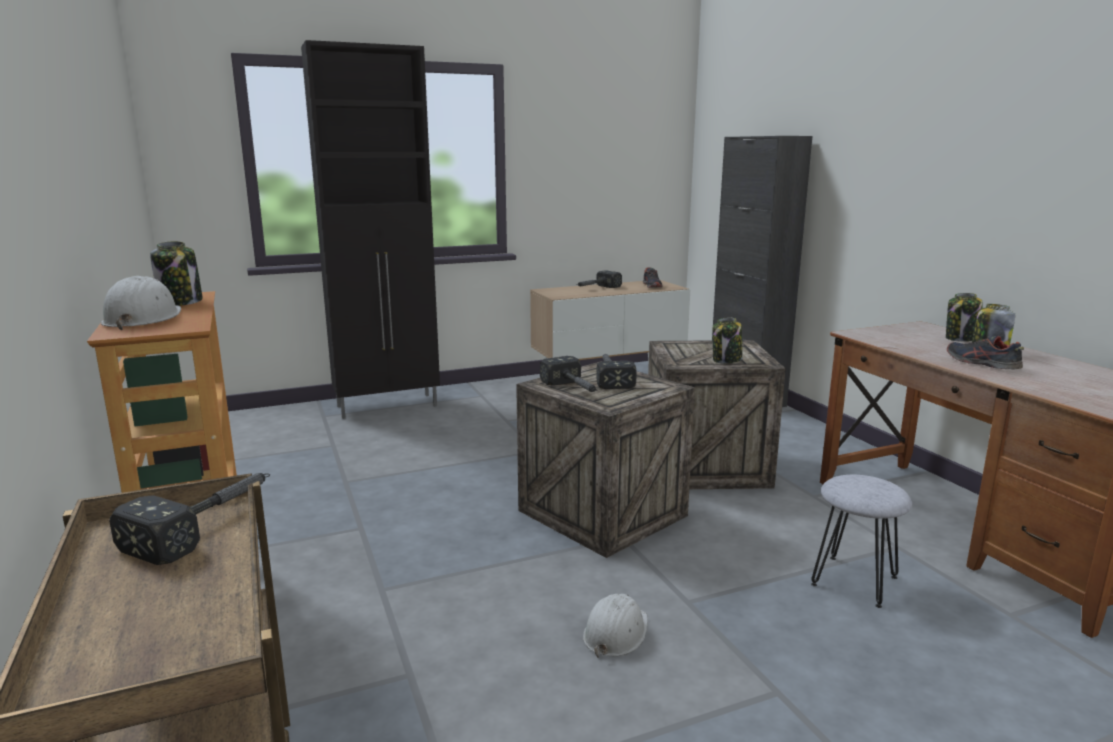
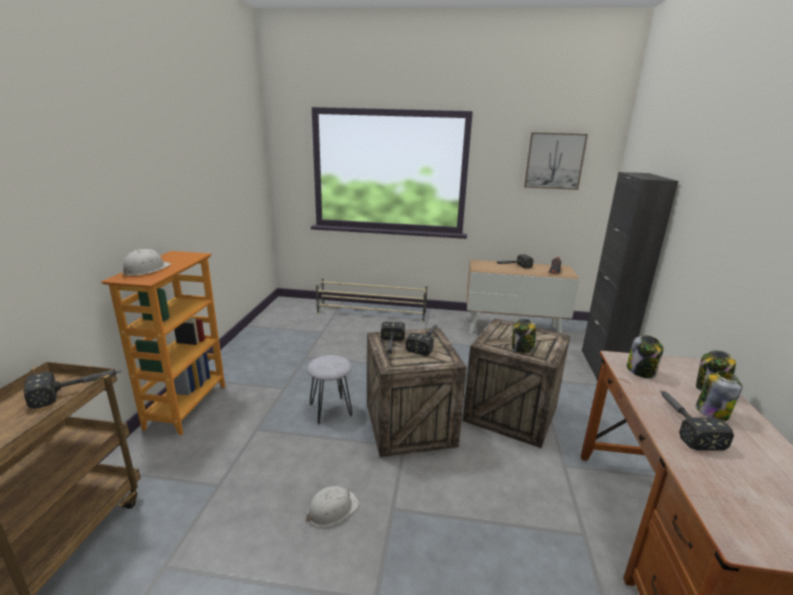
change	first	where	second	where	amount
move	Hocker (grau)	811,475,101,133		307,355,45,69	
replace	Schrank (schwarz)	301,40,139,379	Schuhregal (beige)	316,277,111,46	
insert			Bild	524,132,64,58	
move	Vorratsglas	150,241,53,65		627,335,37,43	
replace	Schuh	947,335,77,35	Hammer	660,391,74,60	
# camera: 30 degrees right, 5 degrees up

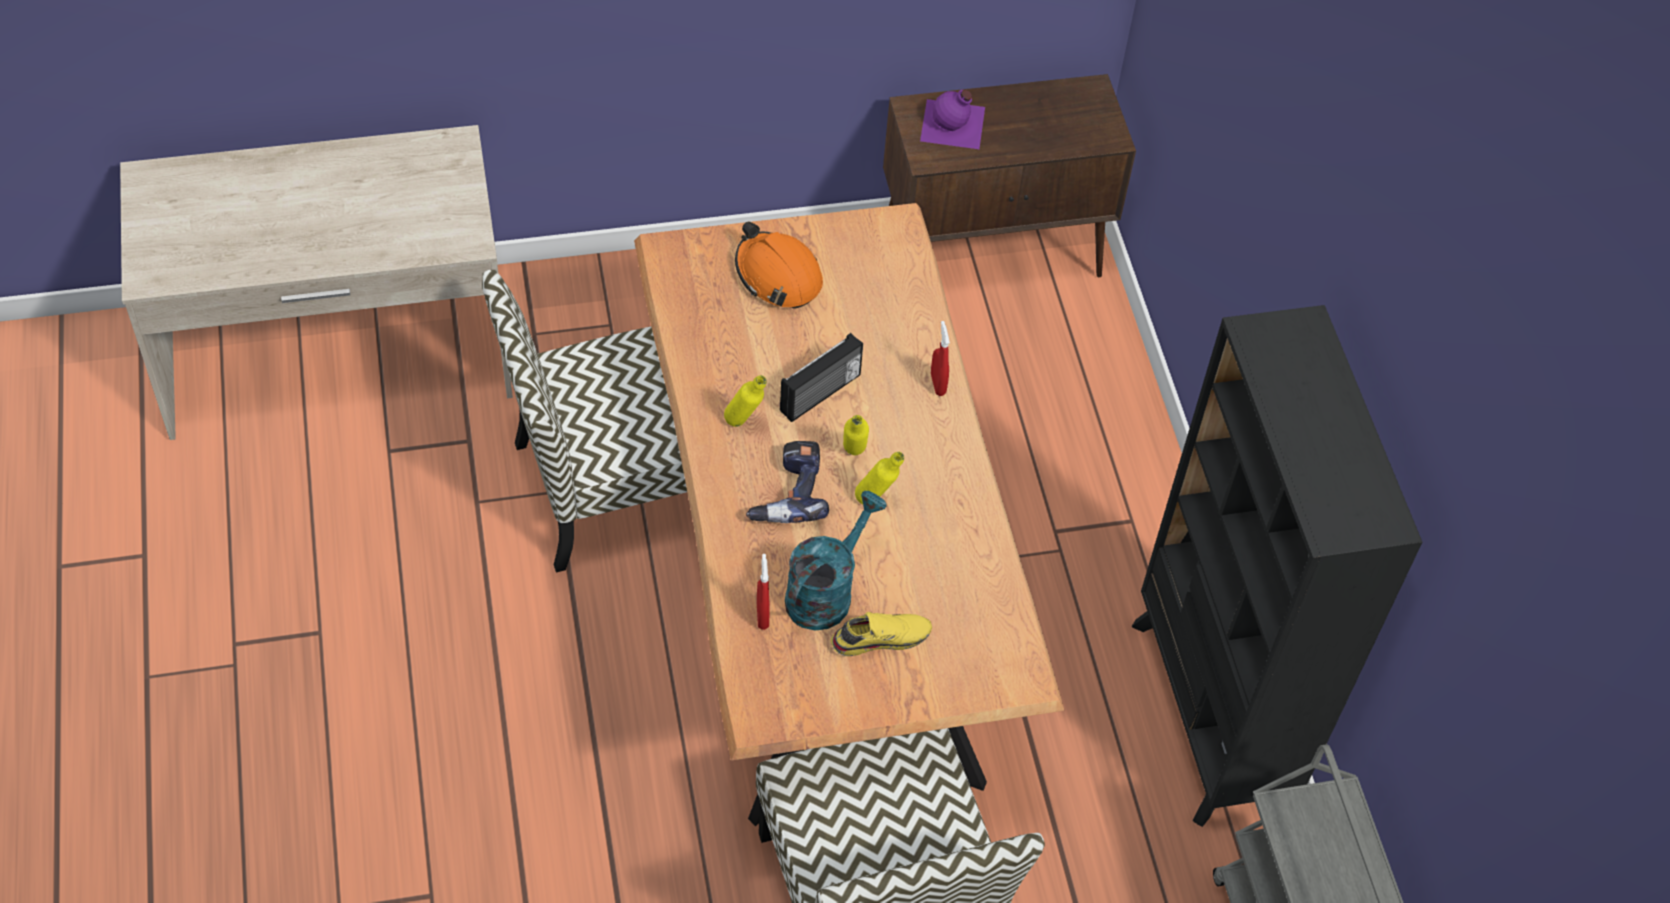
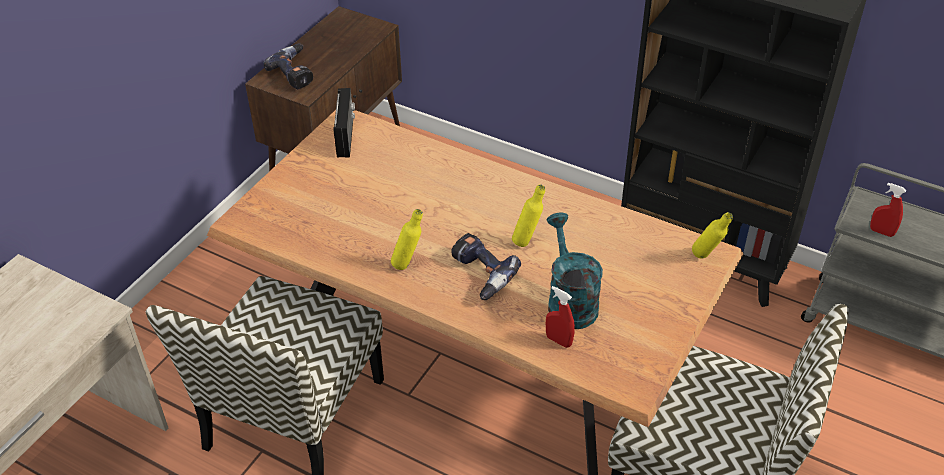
change	first	where	second	where	amount
replace	Flasche (lila)	920,90,65,59	Bohrmaschine	263,43,50,46	
move	Radio	780,333,83,89		333,88,22,70	
move	Flasche (gelb)	843,415,26,40		692,212,41,47	
move	Sprühflasche (rot)	931,321,19,75		870,183,37,54	
delete	Schutzhelm (orange)	735,222,88,87			
delete	Schuh (gelb)	831,612,101,44			
# camera: 45 degrees left, 10 degrees down

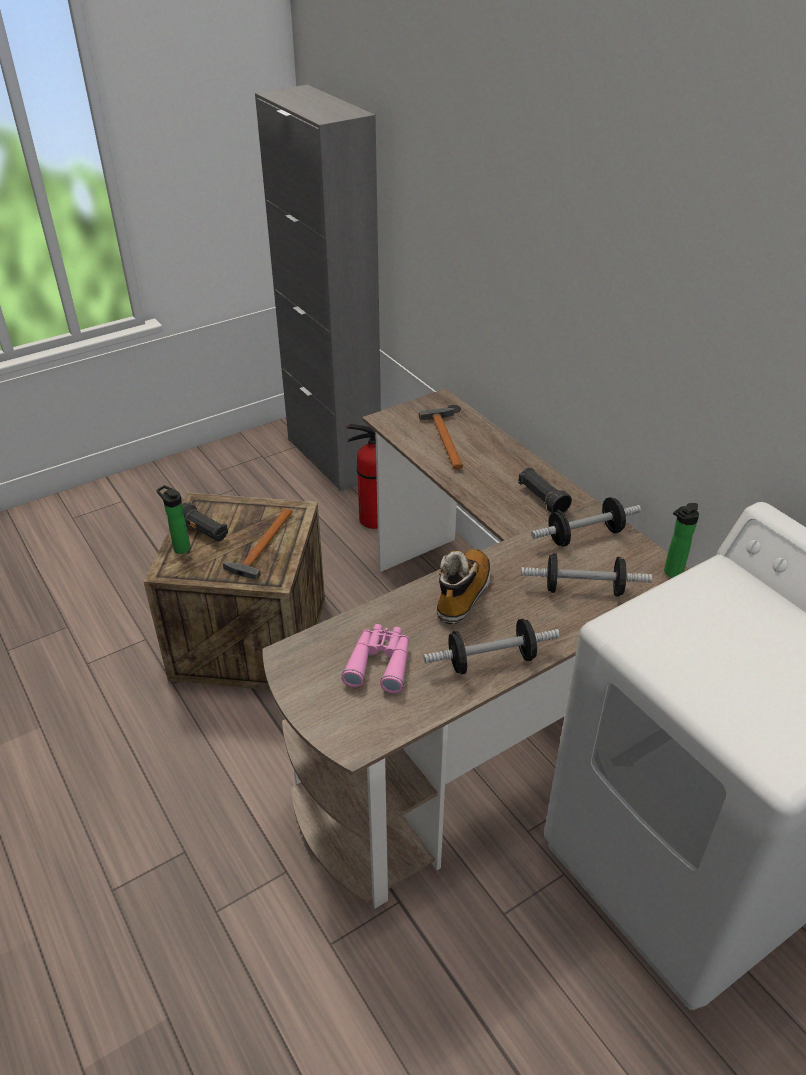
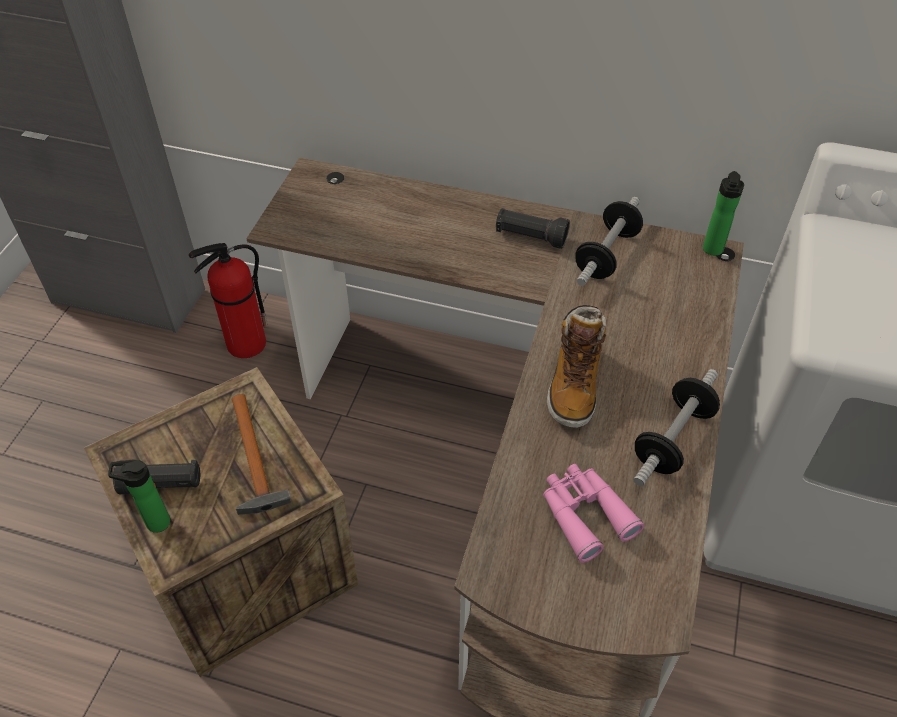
change	first	where	second	where	amount
rotate	Stiefel	437,549,54,75		547,305,59,123	150 degrees counterclockwise
delete	Hammer	419,408,44,61			
delete	Hantel	521,553,131,43			
# camera: 40 degrees left, 10 degrees up

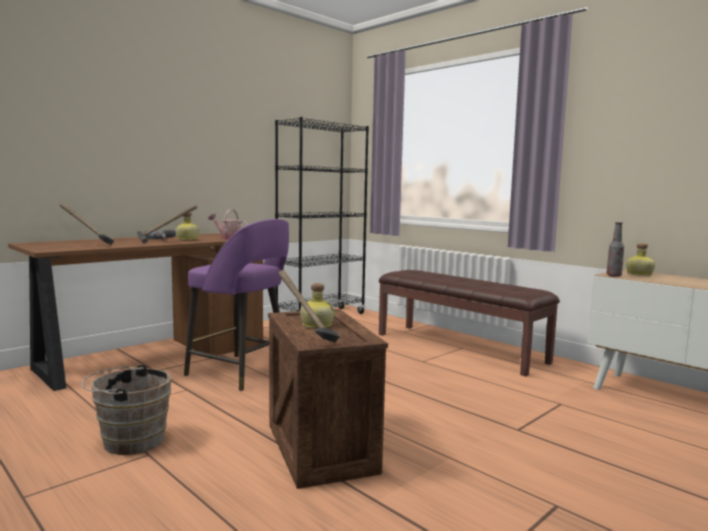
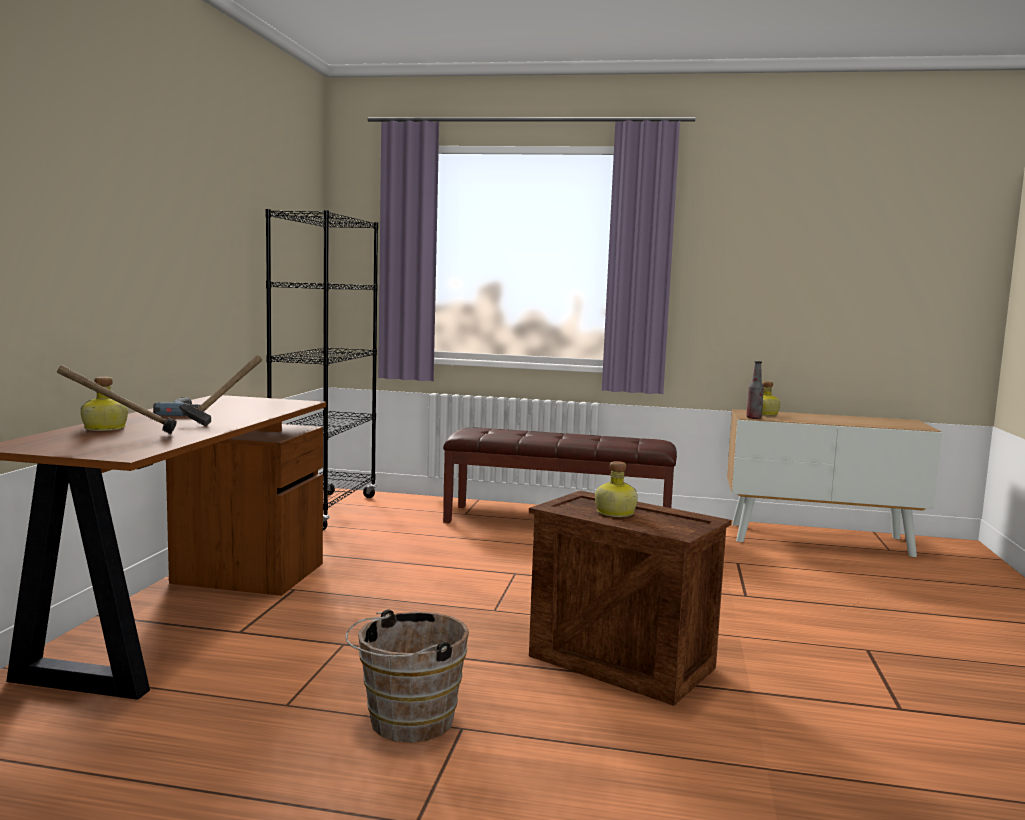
change	first	where	second	where	amount
move	Flasche	176,212,23,28		80,377,48,54	
delete	Hocker (lila)	184,219,105,172			
delete	Gießkanne	208,209,40,31			
delete	Hammer	278,270,62,72			
# camera: 35 degrees left, 0 degrees up

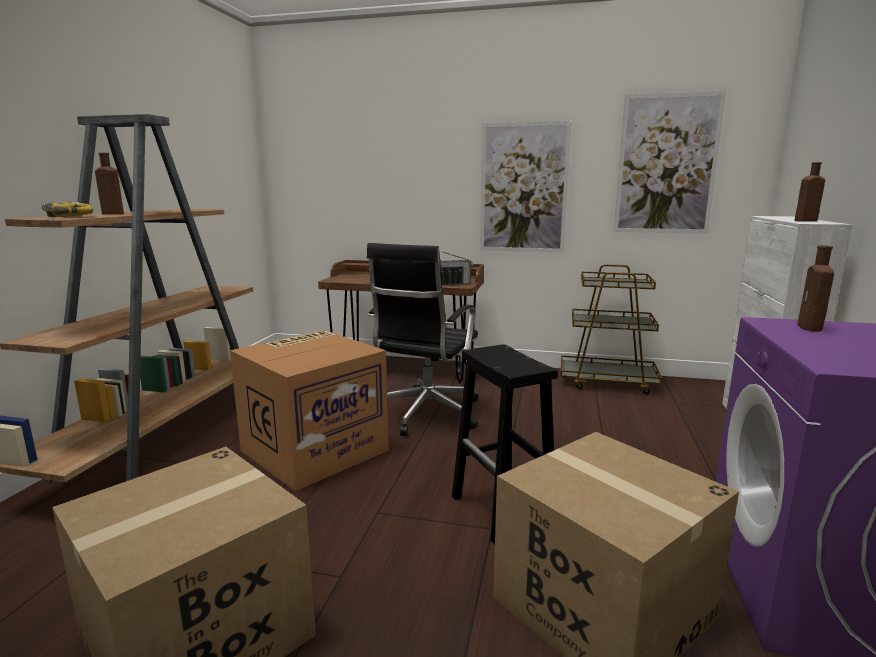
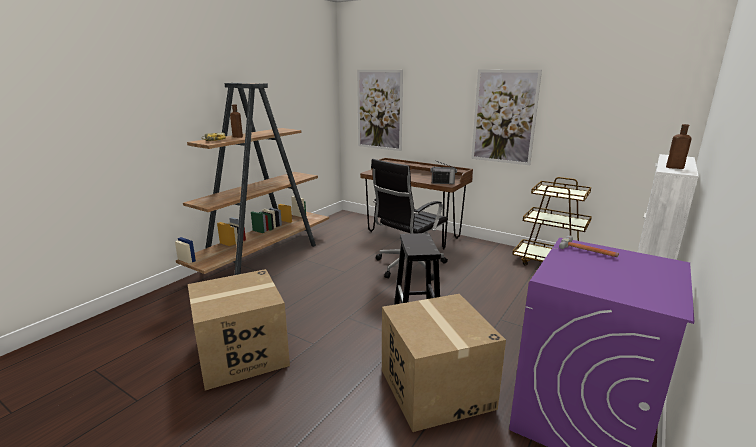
change	first	where	second	where	amount
move	Bild	614,91,112,143		357,70,46,81	
replace	Flasche (braun)	797,245,37,87	Hammer	559,235,60,22	
delete	Karton	230,330,159,161			
# camera: 20 degrees right, 5 degrees up

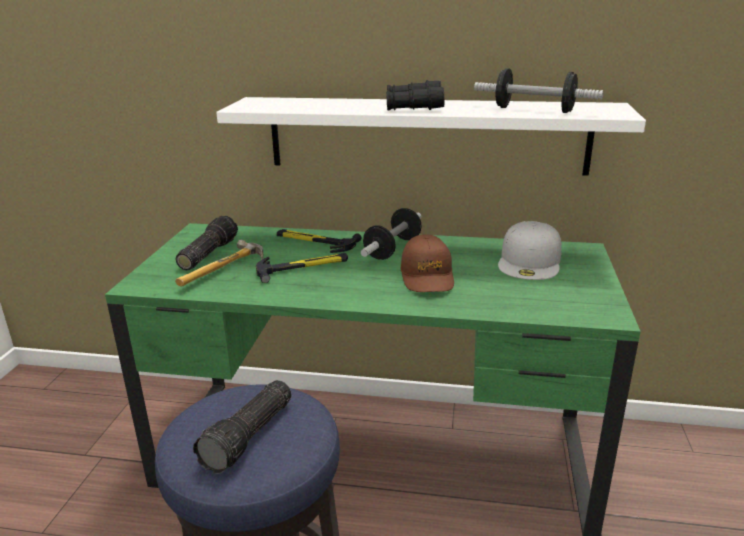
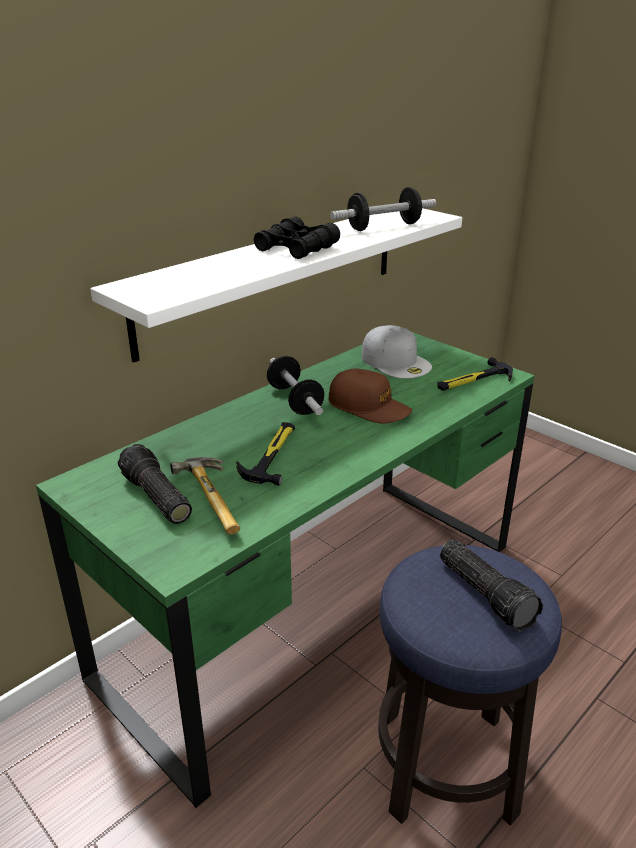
change	first	where	second	where	amount
move	Hammer	277,229,84,24		437,357,76,34	
# camera: 55 degrees left, 5 degrees up

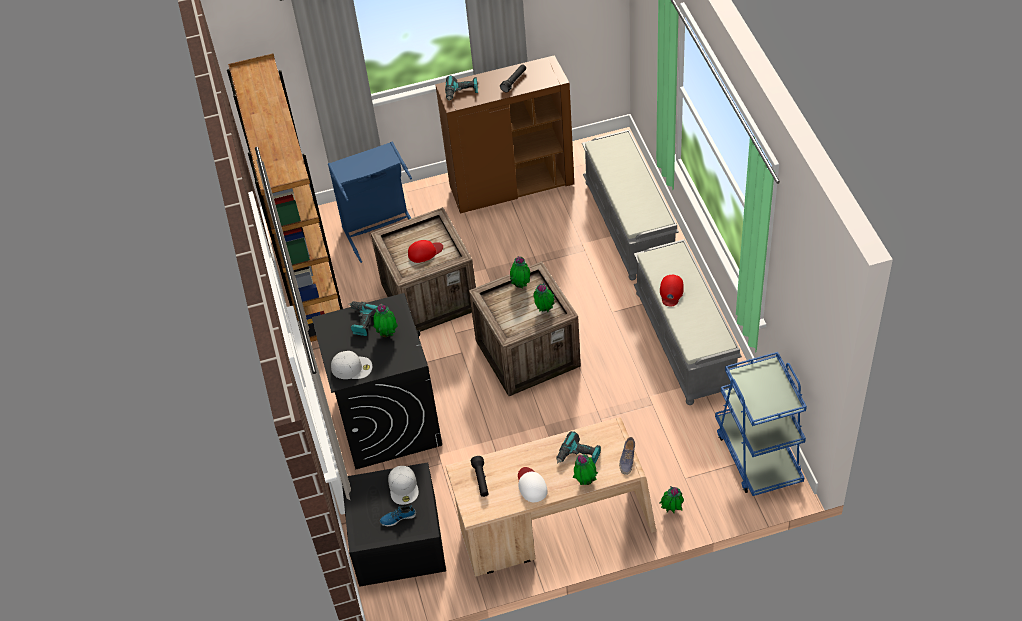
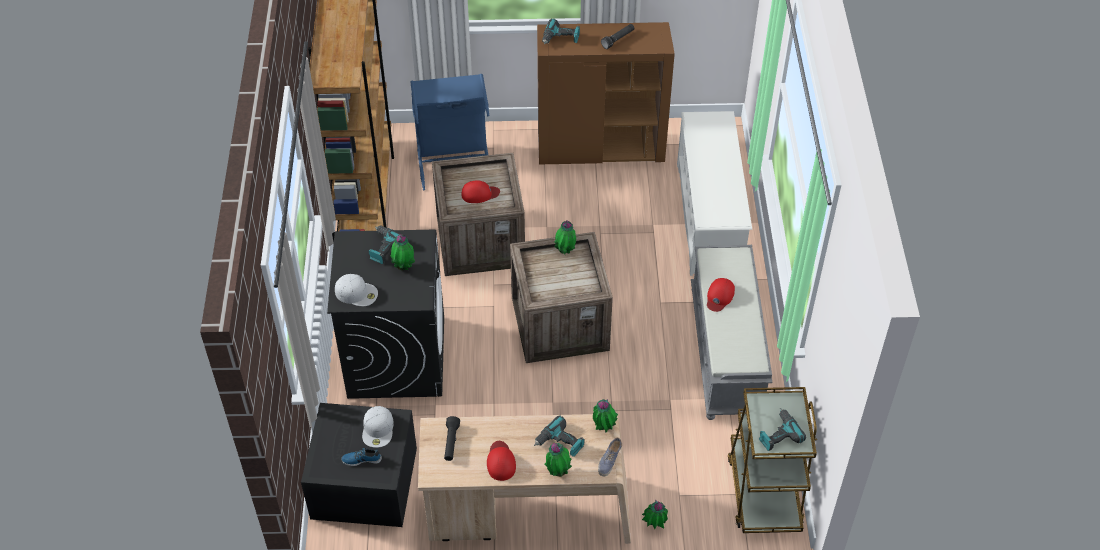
change	first	where	second	where	amount
recolor	Kappe (weiß)	518,467,30,35	Kappe (rot)	487,441,29,40	
move	Topfpflanze	533,283,22,29		593,399,25,33	
replace	Bank (grau)	582,130,97,151	Schuhregal (weiß)	677,111,75,165	
recolor	Rollwagen (blau)	715,352,92,144	Rollwagen (braun)	728,387,89,146	
insert			Bohrmaschine	759,408,47,43	
# camera: 10 degrees right, 0 degrees up

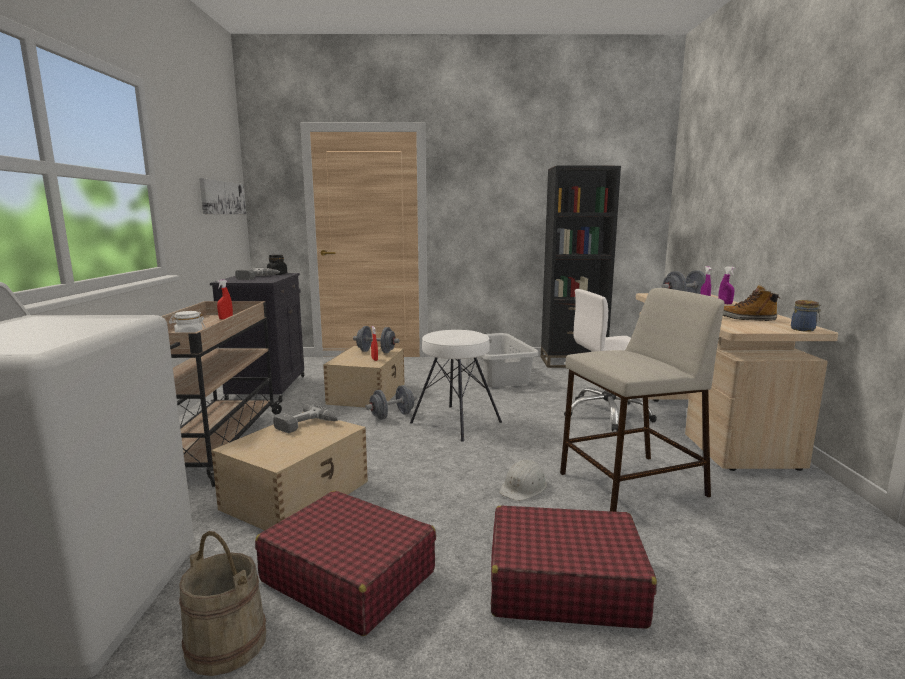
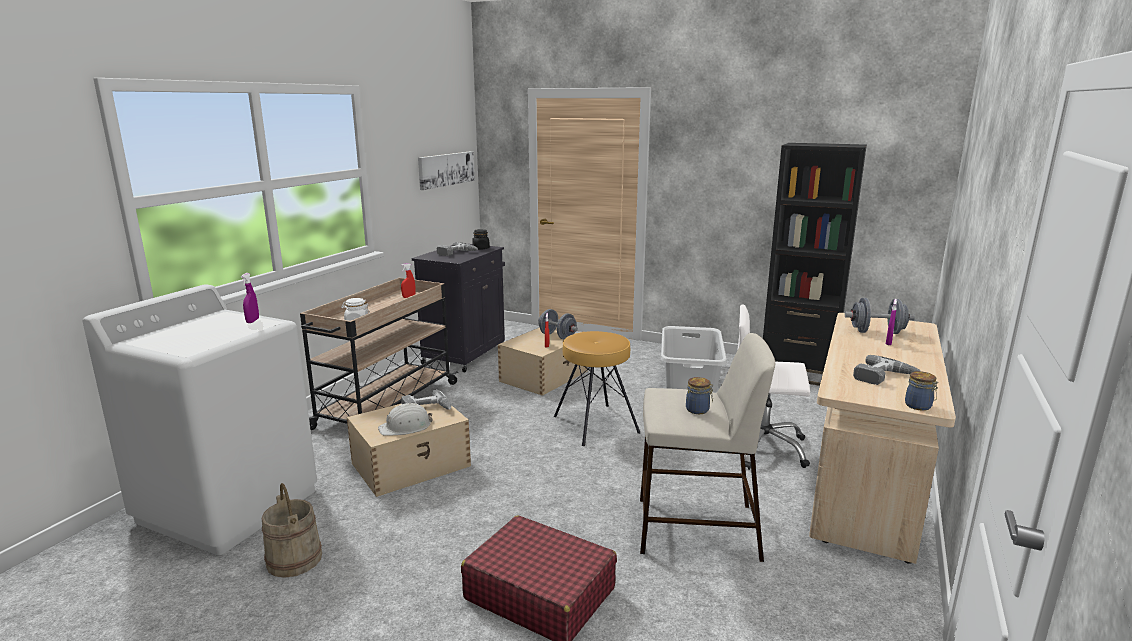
change	first	where	second	where	amount
move	Sprühflasche (lila)	718,266,17,38		241,273,18,50	
move	Schutzhelm (weiß)	499,460,48,41		378,403,54,33	
recolor	Hocker (weiß)	410,330,92,112	Hocker (braun)	554,331,86,115	
insert			Vorratsglas	686,377,27,37	
replace	Stiefel	723,285,58,36	Bohrmaschine	853,355,68,30	
delete	Koffer (rot)	255,491,181,145			
delete	Hantel (grau)	366,385,51,35			
# camera: 25 degrees right, 5 degrees up

